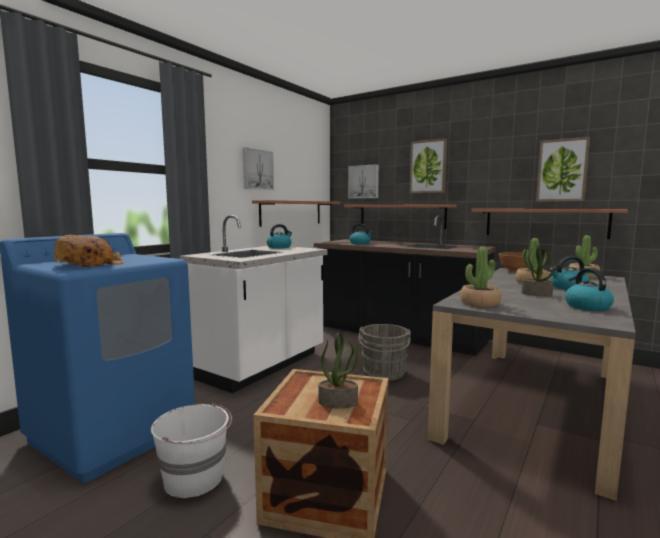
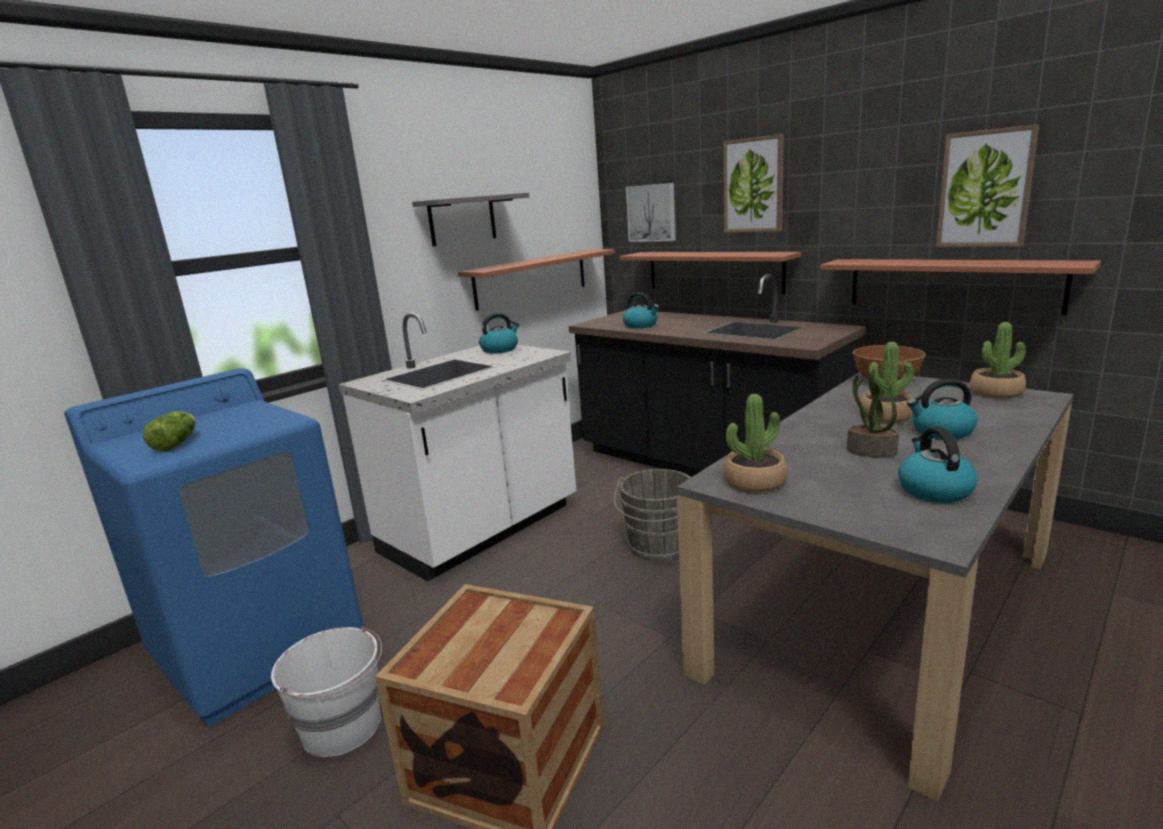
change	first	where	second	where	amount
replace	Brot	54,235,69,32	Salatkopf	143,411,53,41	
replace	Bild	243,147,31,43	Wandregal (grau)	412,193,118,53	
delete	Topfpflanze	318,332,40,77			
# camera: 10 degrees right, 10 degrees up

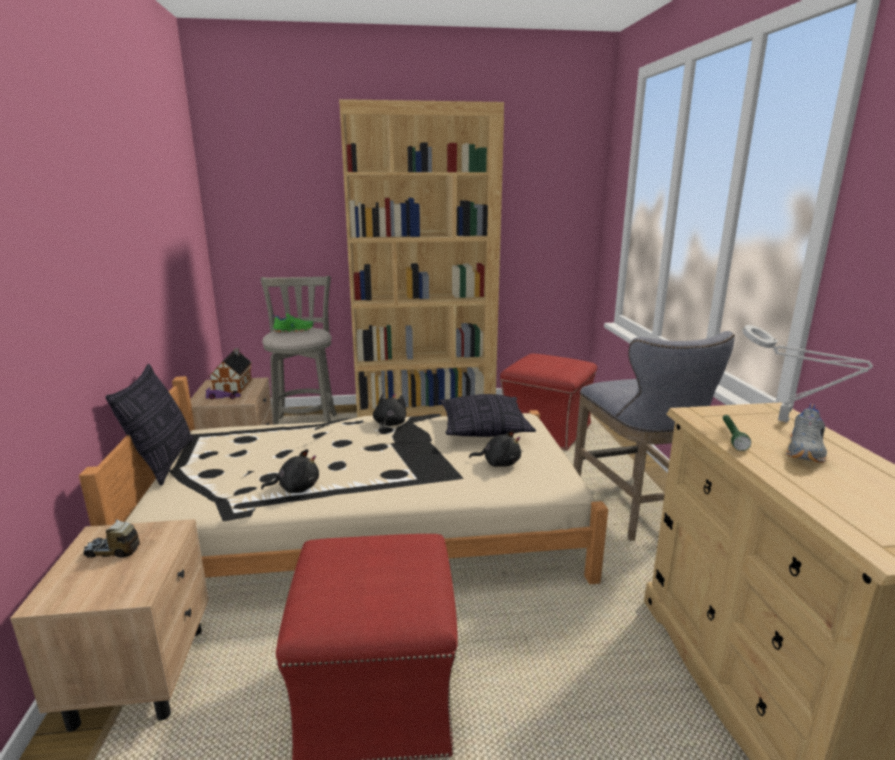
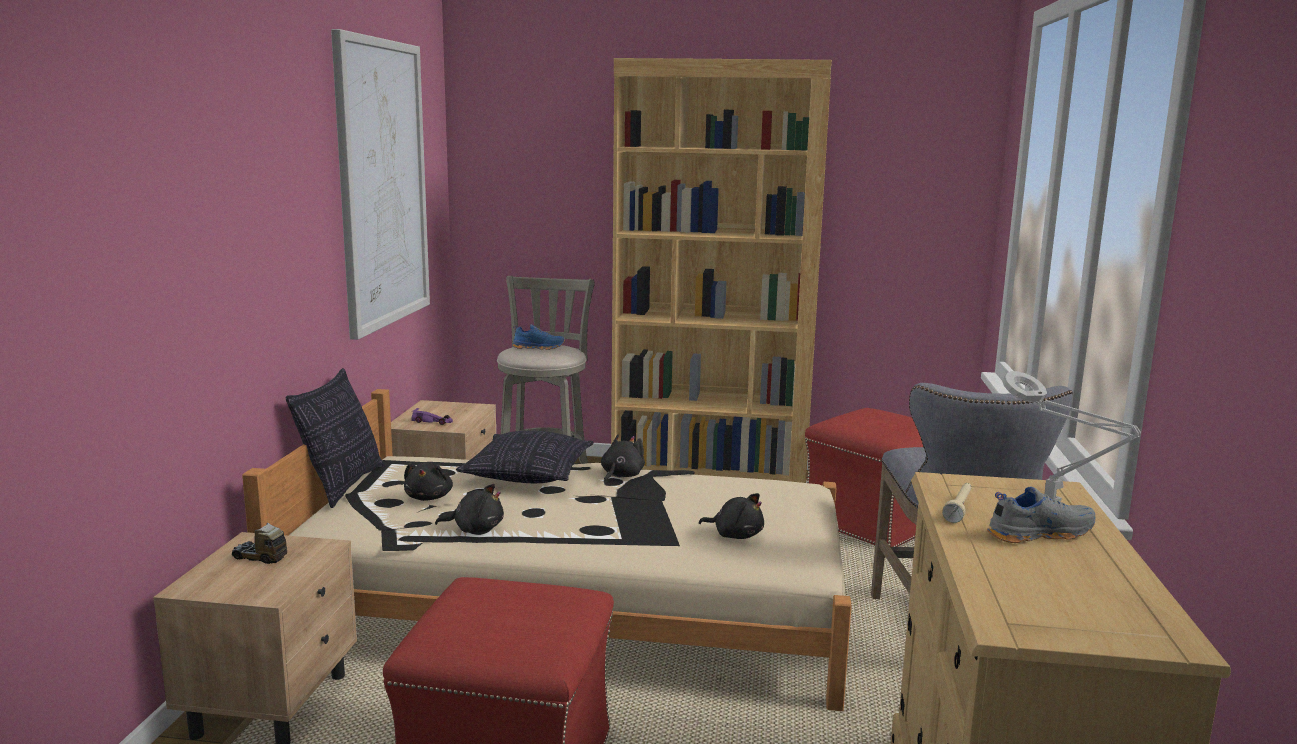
change	first	where	second	where	amount
insert			Bild	331,29,99,311	
insert			Plüschtier (schwarz)	404,462,49,39	
move	Kissen	440,394,96,43		456,431,138,52	
recolor	Schuh (grün)	272,313,42,20	Schuh (blau)	512,324,53,26	
recolor	Taschenlampe (grün)	723,415,28,36	Taschenlampe (beige)	942,483,30,40	
rotate	Schuh (grau)	786,403,41,60		987,487,108,56	150 degrees counterclockwise
delete	Spielzeughaus	209,348,43,45			
# camera: 15 degrees right, 5 degrees down

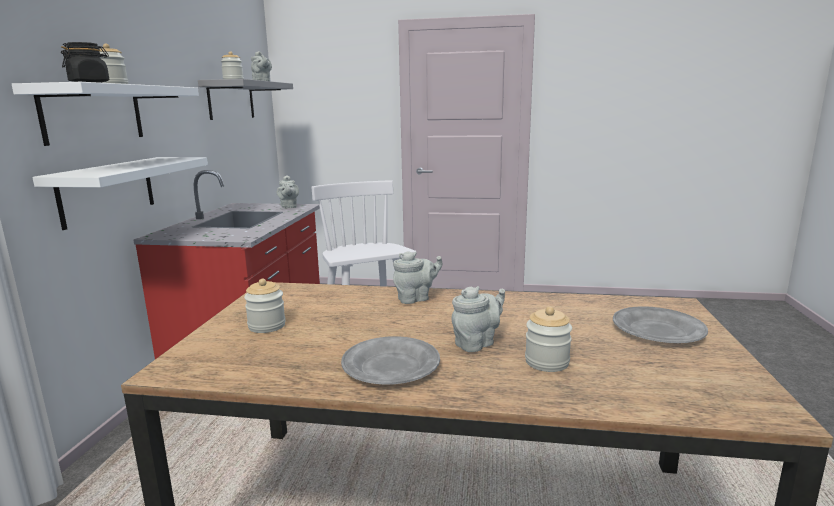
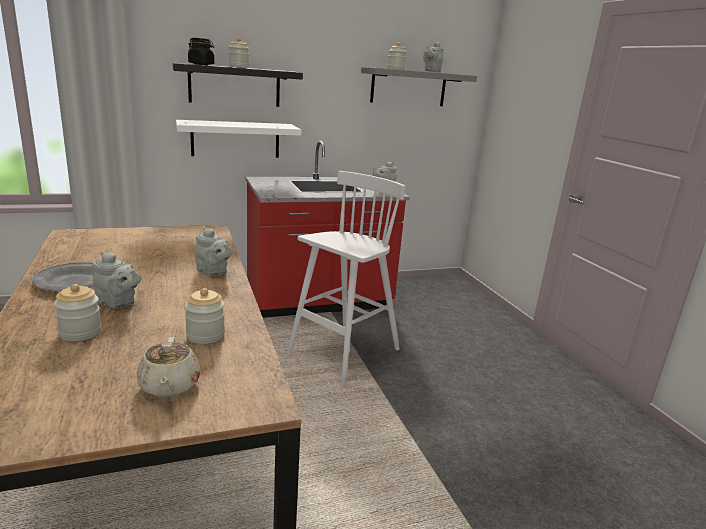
change	first	where	second	where	amount
replace	Teller (grau)	613,306,95,37	Teekanne (beige)	137,337,64,60	
recolor	Wandregal (weiß)	12,82,187,64	Wandregal (schwarz)	173,63,130,44	
move	Vorratsglas	244,279,42,54		185,288,40,56	
# camera: 60 degrees right, 5 degrees up

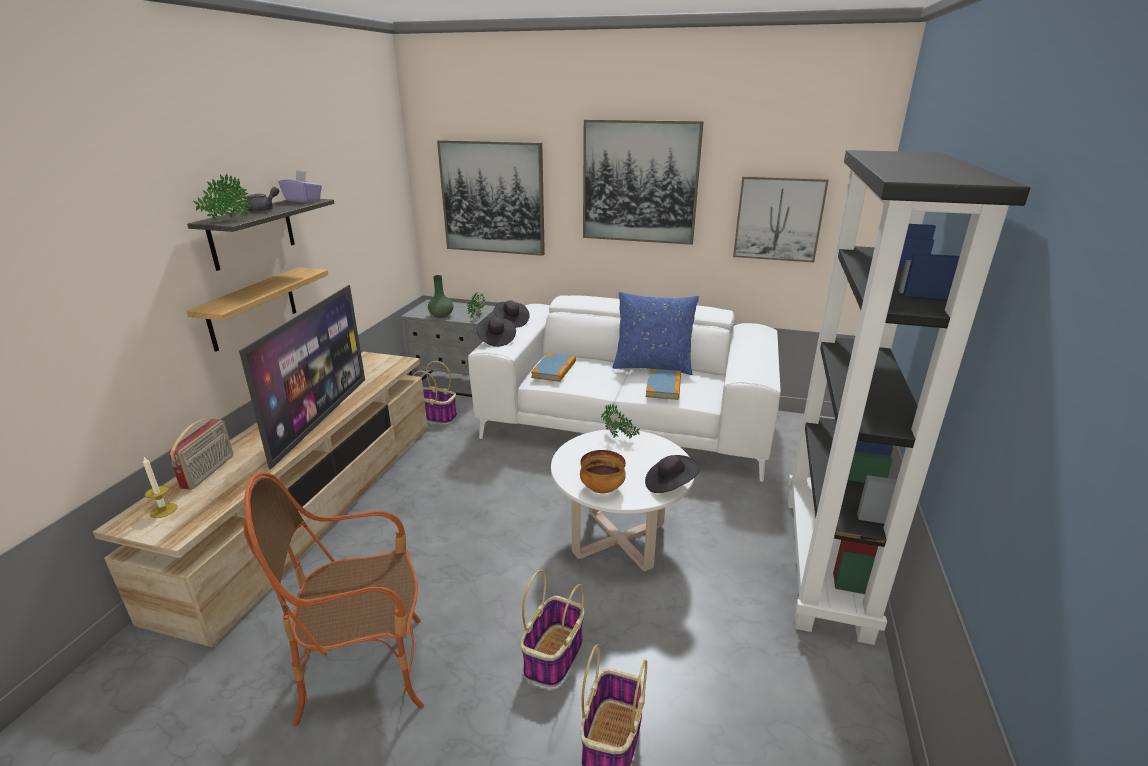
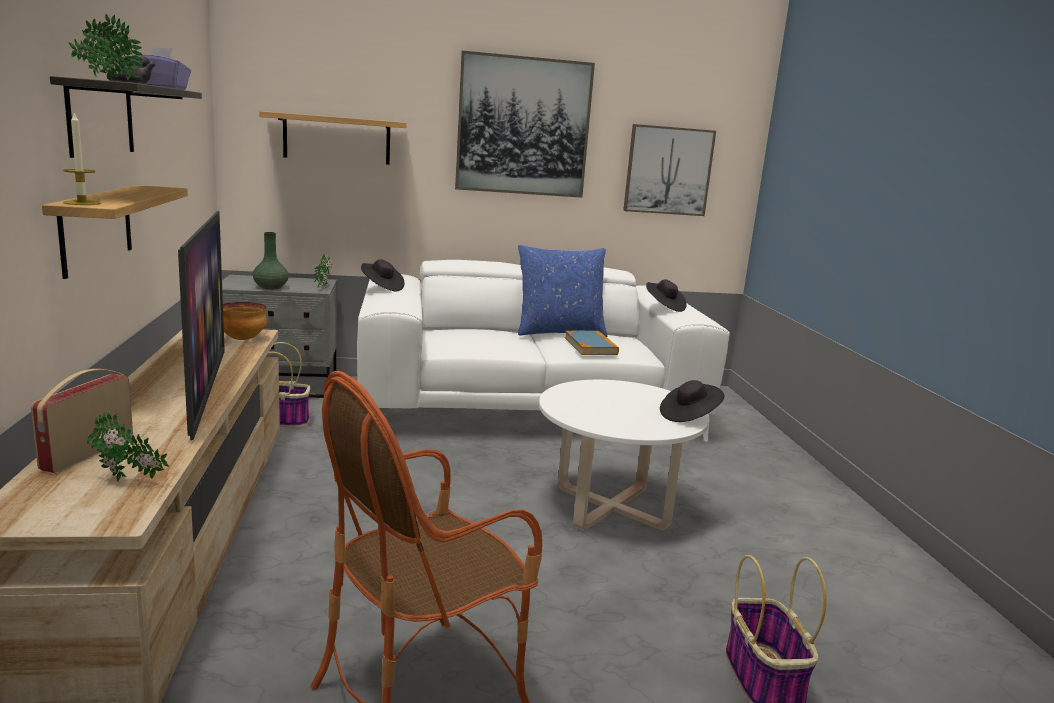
change	first	where	second	where	amount
rotate	Radio	168,418,65,72		31,369,102,104	150 degrees counterclockwise
move	Kerze	143,457,34,61		63,112,38,93	
move	Topfpflanze	601,404,39,34		87,411,82,71	
move	Schüssel	580,450,46,44		223,302,44,38	
replace	Bild	437,140,108,116	Wandregal	259,111,148,54	
move	Hut (schwarz)	477,317,39,30		646,279,41,33	
delete	Korb	520,570,64,117			
delete	Buch	531,353,45,29			
delete	Bücherregal (schwarz)	788,150,242,495			
# camera: 25 degrees left, 10 degrees down

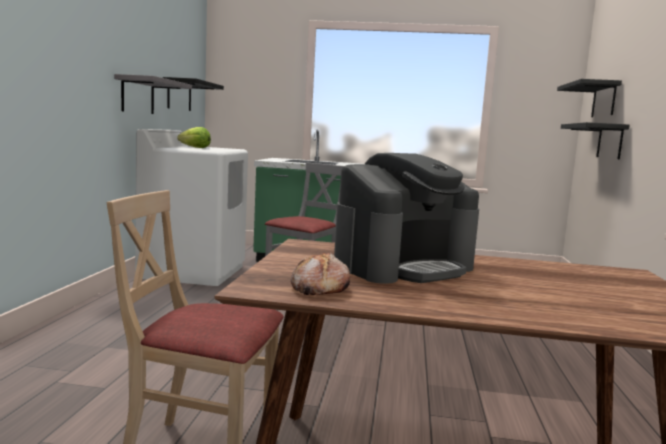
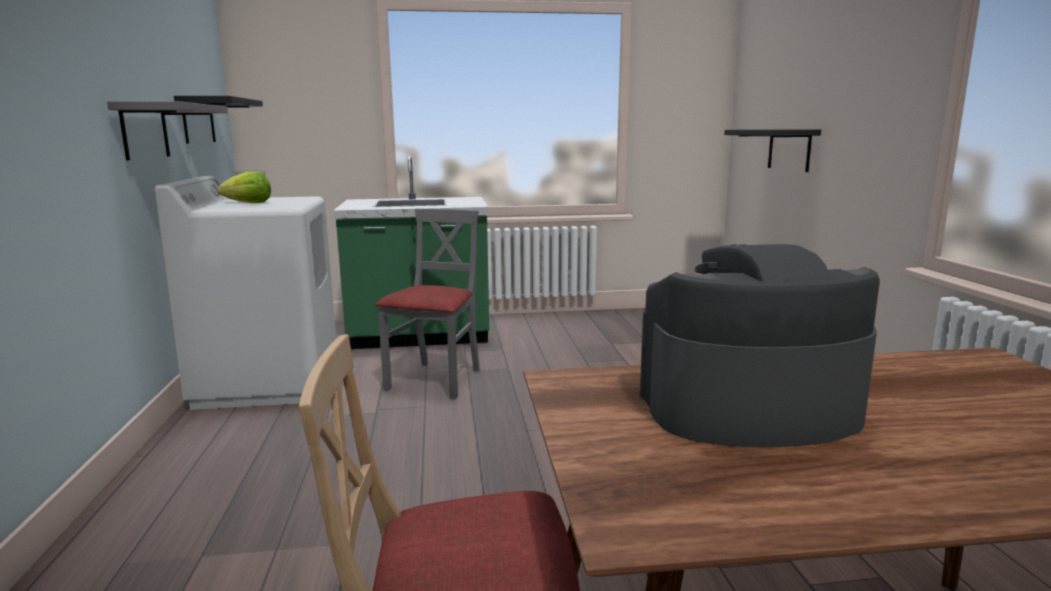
change	first	where	second	where	amount
rotate	Kaffeemaschine	334,153,145,131		640,244,240,204	135 degrees counterclockwise
delete	Brot	291,252,59,43			
delete	Wandregal (schwarz)	557,79,65,38			
# camera: 15 degrees left, 5 degrees up

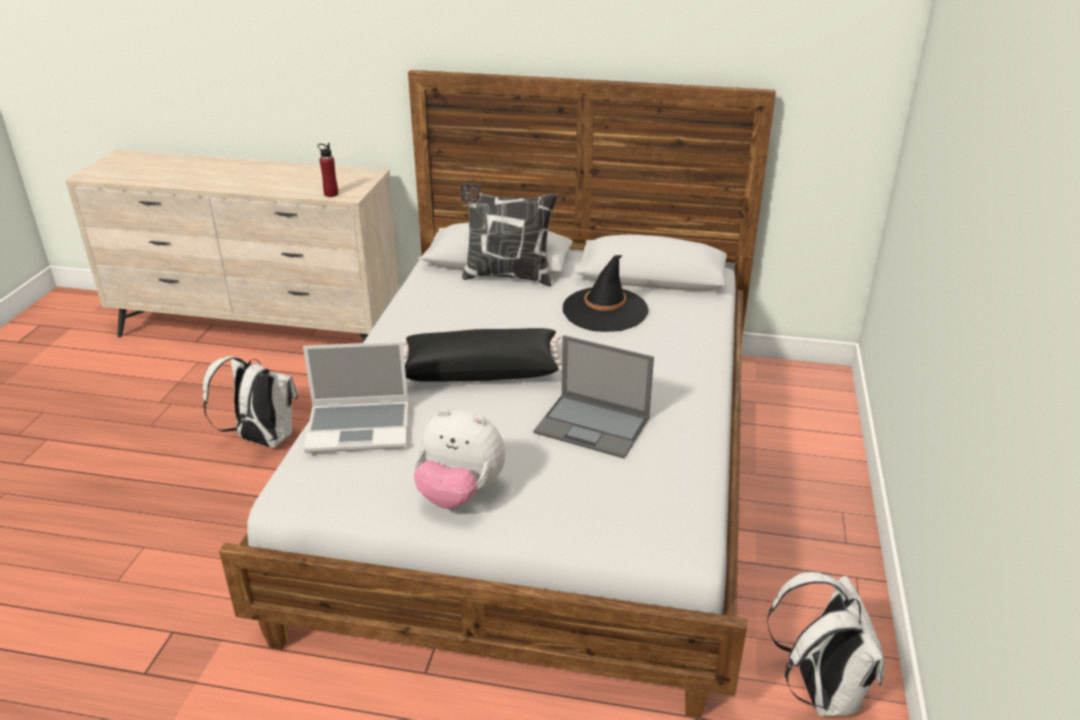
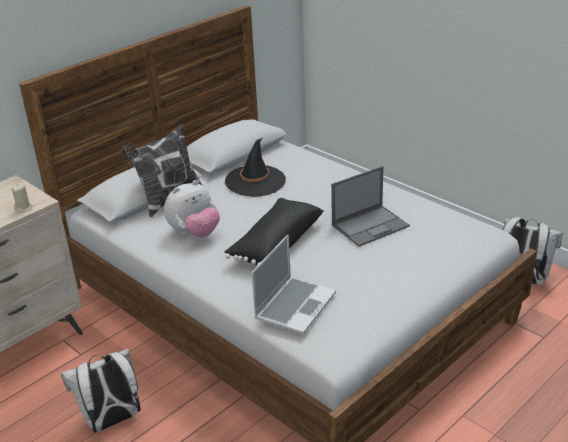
change	first	where	second	where	amount
replace	Flasche (rot)	317,143,21,54	Kerze (beige)	11,183,22,30	
move	Plüschtier	414,409,91,100		164,180,56,57	
# camera: 55 degrees left, 0 degrees up

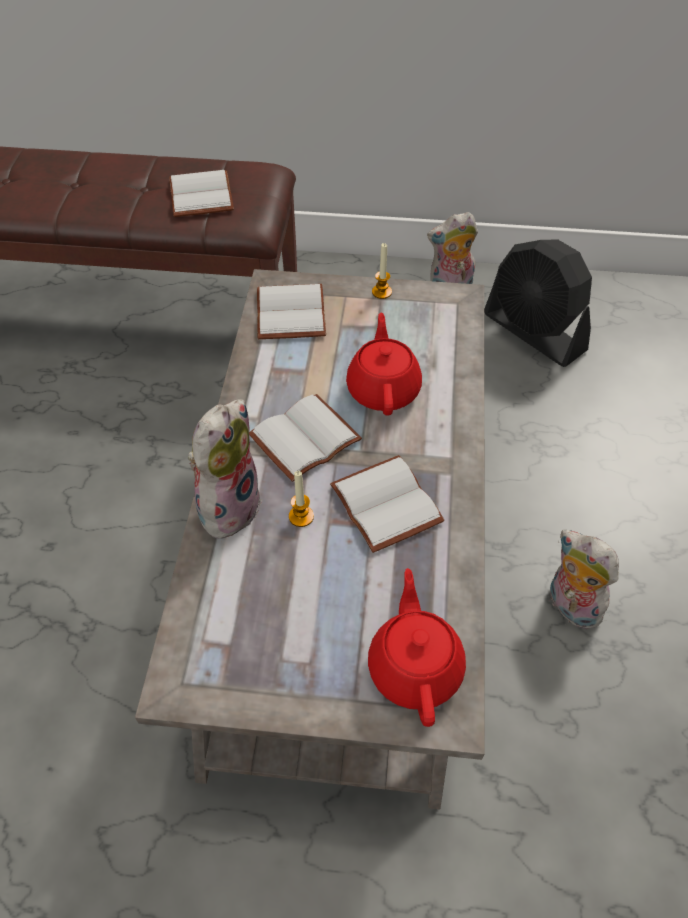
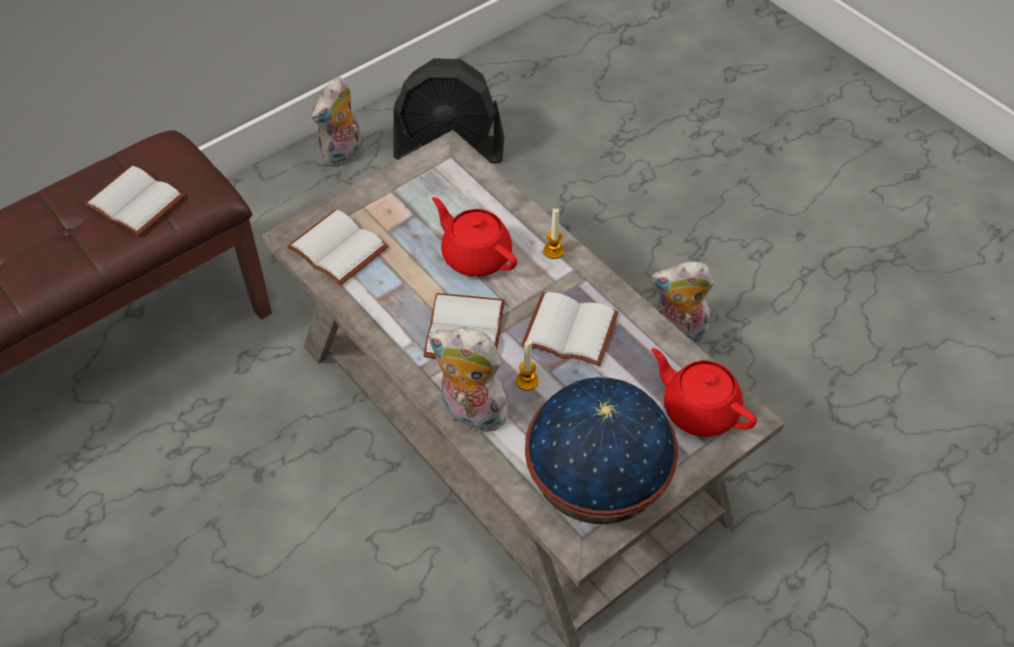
change	first	where	second	where	amount
rotate	Plüschtier	188,399,74,146		428,327,88,105	45 degrees counterclockwise
insert			Globus	525,377,153,147	
move	Kerze	372,243,20,56		543,208,21,51	
# camera: 45 degrees left, 0 degrees up

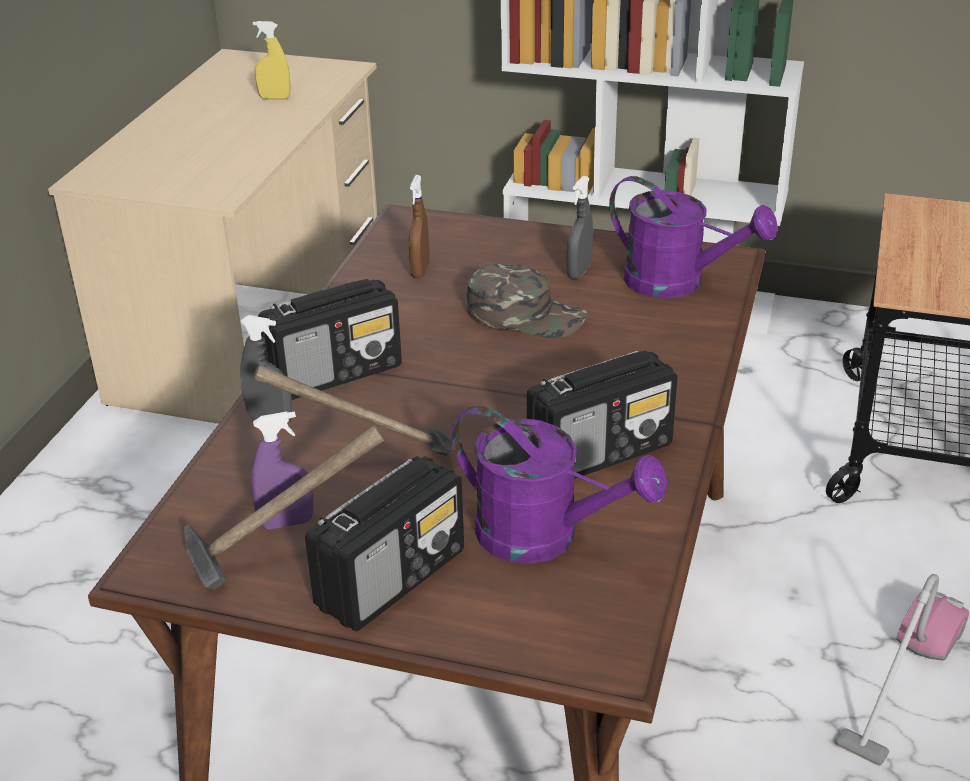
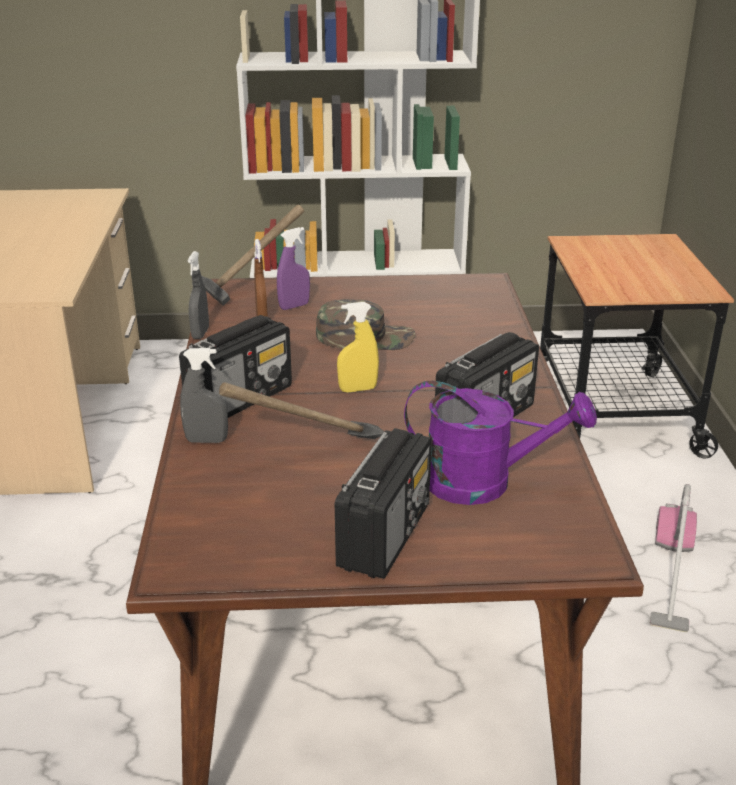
change	first	where	second	where	amount
move	Sprühflasche (grau)	567,176,26,103		187,251,22,88	
move	Hammer	184,425,201,165		202,204,103,101	
move	Sprühflasche (lila)	251,411,63,119		277,227,33,83	
move	Sprühflasche (gelb)	253,21,38,78		337,302,42,90	
delete	Gießkanne (lila)	609,176,169,123			
# camera: 20 degrees left, 5 degrees down

